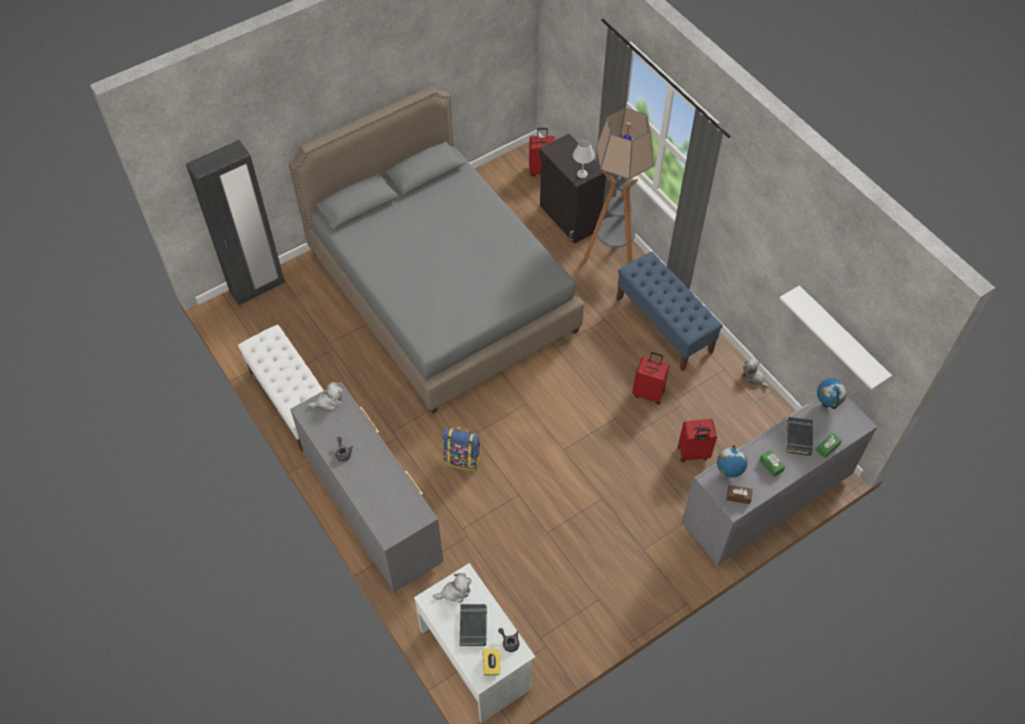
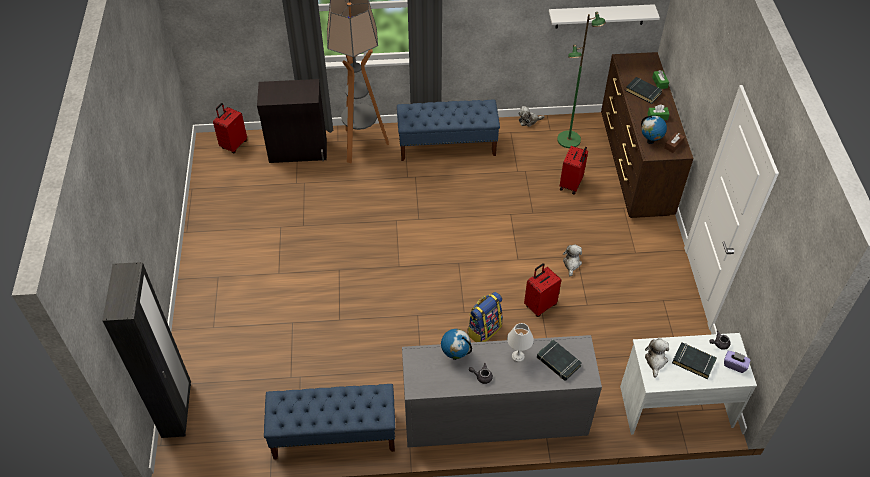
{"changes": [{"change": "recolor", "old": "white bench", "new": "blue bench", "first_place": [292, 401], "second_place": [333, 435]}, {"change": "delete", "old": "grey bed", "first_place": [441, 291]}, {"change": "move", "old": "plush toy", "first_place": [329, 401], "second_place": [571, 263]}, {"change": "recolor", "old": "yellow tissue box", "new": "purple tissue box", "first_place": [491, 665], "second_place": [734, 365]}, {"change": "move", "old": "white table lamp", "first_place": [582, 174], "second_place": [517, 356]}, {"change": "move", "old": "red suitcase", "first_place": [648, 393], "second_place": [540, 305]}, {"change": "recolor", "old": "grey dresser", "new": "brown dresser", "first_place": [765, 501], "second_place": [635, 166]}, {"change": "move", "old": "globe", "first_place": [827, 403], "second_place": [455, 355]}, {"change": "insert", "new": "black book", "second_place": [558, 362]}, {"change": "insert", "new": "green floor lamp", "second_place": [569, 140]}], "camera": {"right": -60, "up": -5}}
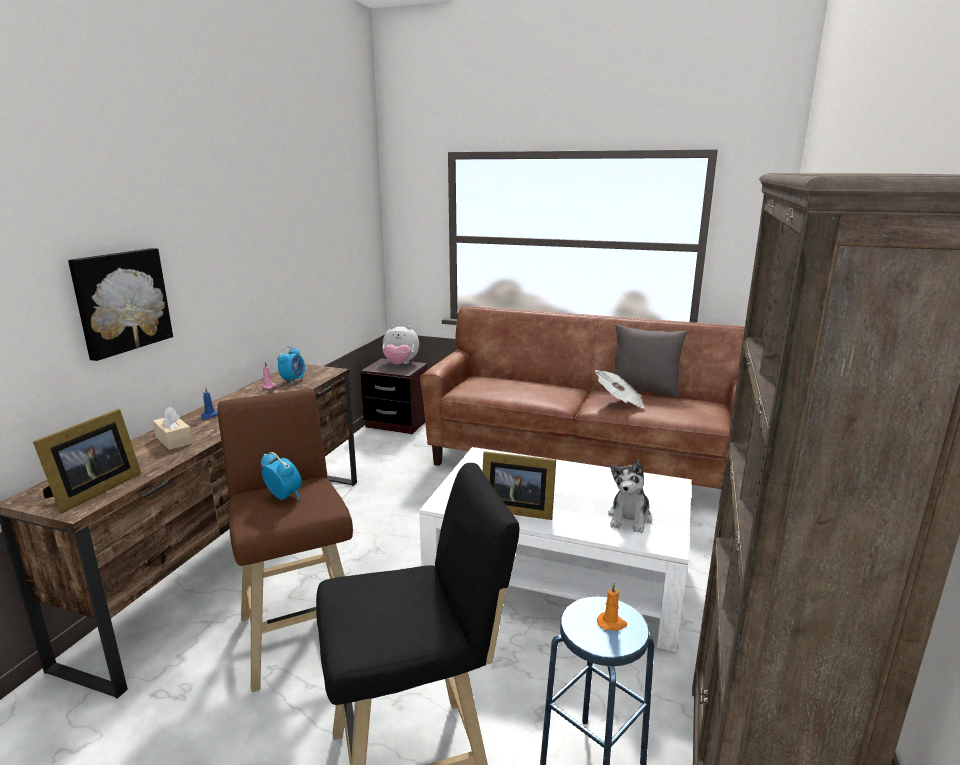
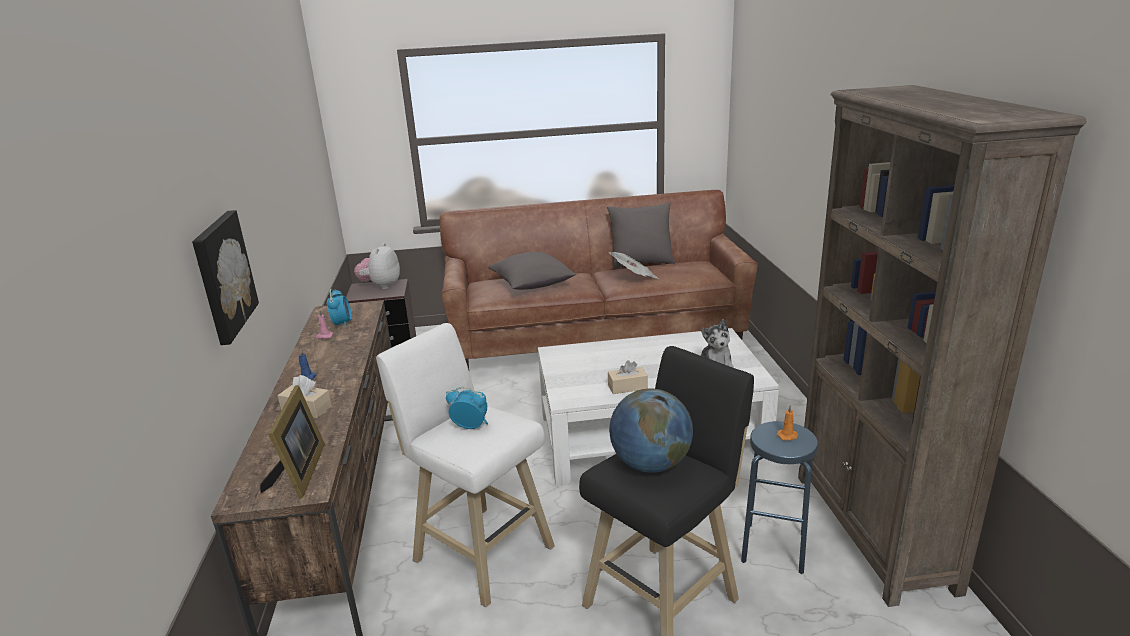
{"changes": [{"change": "recolor", "old": "brown stool", "new": "white stool", "first_place": [300, 631], "second_place": [479, 551]}, {"change": "rotate", "old": "plush toy", "first_place": [400, 364], "second_place": [381, 286], "degrees": 120}, {"change": "replace", "old": "picture frame", "new": "beige tissue box", "first_place": [515, 509], "second_place": [627, 387]}, {"change": "insert", "new": "grey pillow", "second_place": [532, 284]}, {"change": "insert", "new": "globe", "second_place": [650, 464]}], "camera": {"right": -25, "up": 5}}
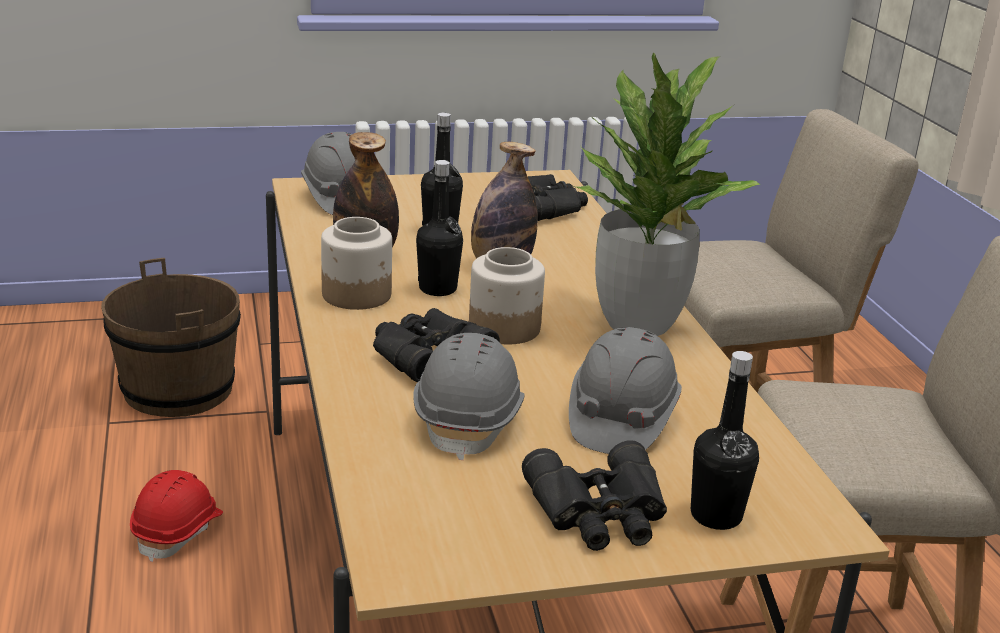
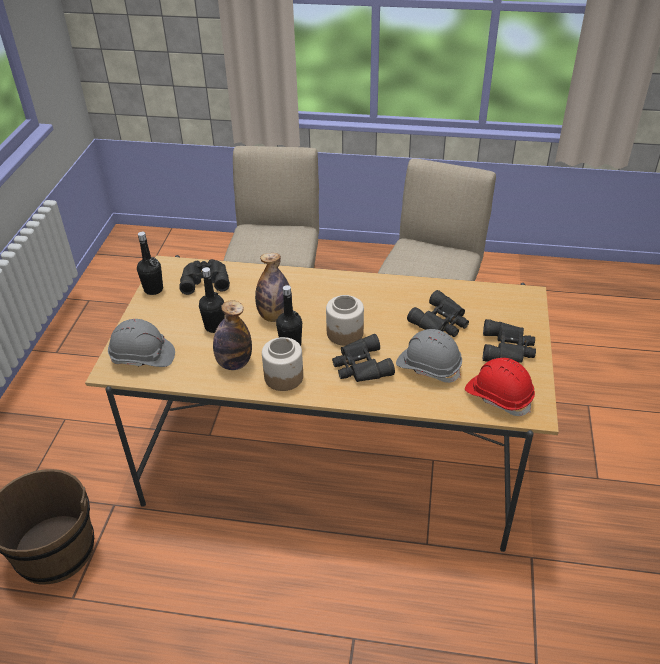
{"changes": [{"change": "move", "old": "red hard hat", "first_place": [178, 531], "second_place": [498, 396]}, {"change": "replace", "old": "grey hard hat", "new": "black binoculars", "first_place": [620, 419], "second_place": [441, 322]}, {"change": "delete", "old": "potted plant", "first_place": [638, 322]}, {"change": "move", "old": "black bottle", "first_place": [716, 516], "second_place": [153, 289]}], "camera": {"right": -65, "up": 15}}
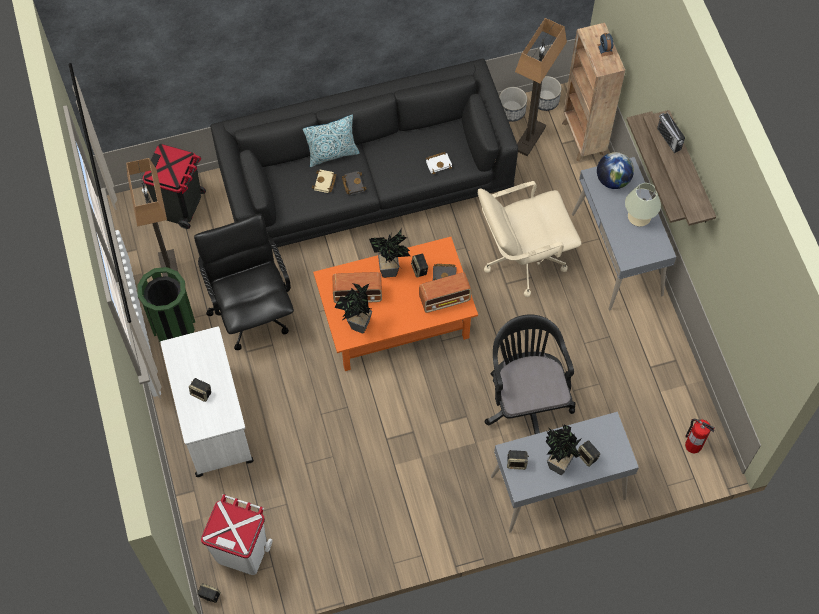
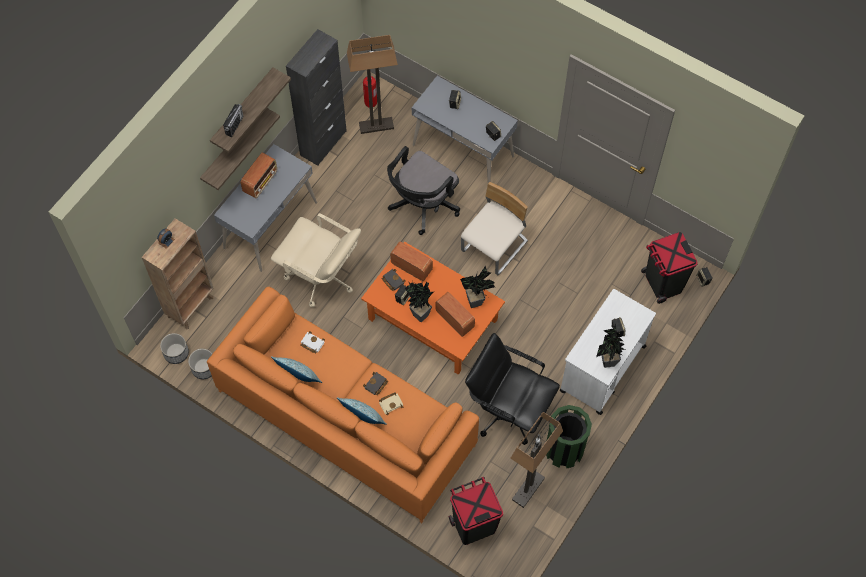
{"changes": [{"change": "rotate", "old": "black office chair", "first_place": [252, 310], "second_place": [508, 410], "degrees": 90}, {"change": "recolor", "old": "white trash can", "new": "black trash can", "first_place": [242, 552], "second_place": [662, 284]}, {"change": "recolor", "old": "black sofa", "new": "orange sofa", "first_place": [366, 182], "second_place": [346, 417]}, {"change": "move", "old": "floor lamp", "first_place": [530, 138], "second_place": [376, 126]}, {"change": "move", "old": "potted plant", "first_place": [556, 463], "second_place": [607, 363]}, {"change": "delete", "old": "globe", "first_place": [613, 180]}, {"change": "replace", "old": "beige table lamp", "new": "radio", "first_place": [639, 217], "second_place": [260, 181]}, {"change": "insert", "new": "pillow", "second_place": [298, 377]}, {"change": "insert", "new": "black cabinet", "second_place": [323, 143]}, {"change": "insert", "new": "beige chair", "second_place": [495, 247]}], "camera": {"right": -130, "up": 0}}
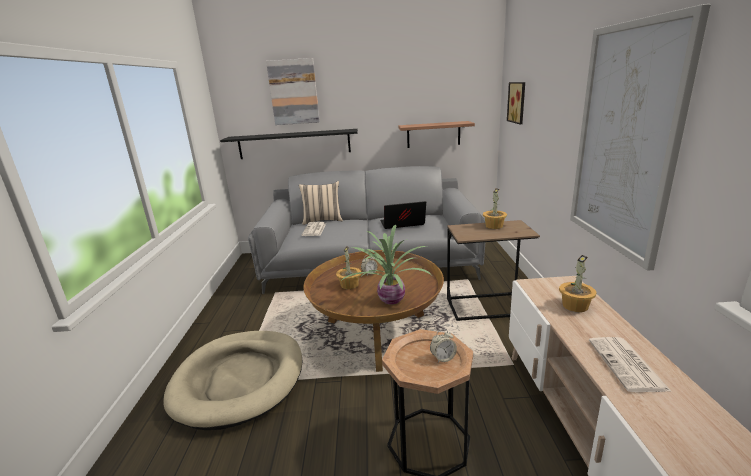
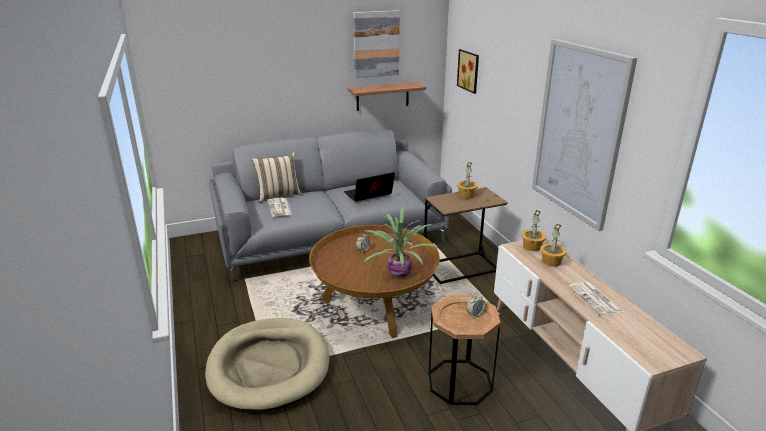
{"changes": [{"change": "delete", "old": "black shelf", "first_place": [294, 144]}, {"change": "move", "old": "picture", "first_place": [294, 92], "second_place": [376, 44]}, {"change": "move", "old": "potted plant", "first_place": [350, 285], "second_place": [532, 246]}], "camera": {"right": -20, "up": 5}}
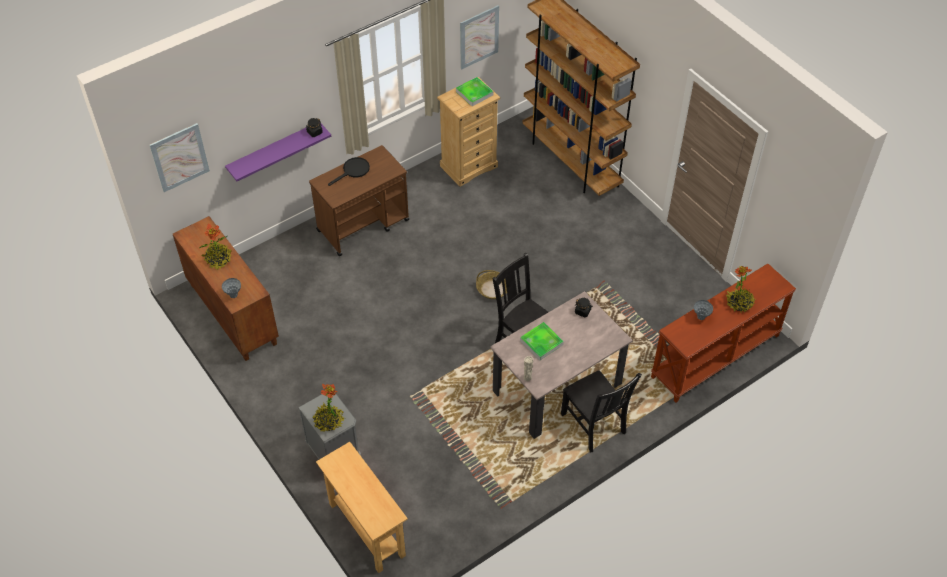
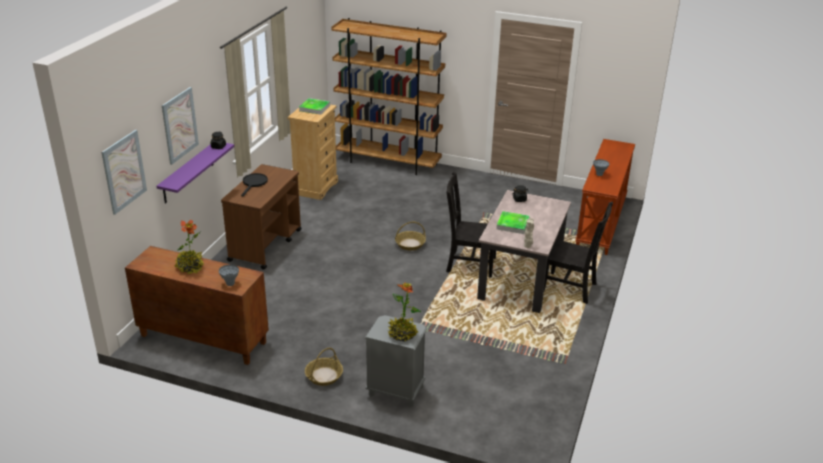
{"changes": [{"change": "delete", "old": "beige console table", "first_place": [367, 529]}, {"change": "move", "old": "picture", "first_place": [479, 37], "second_place": [180, 125]}, {"change": "delete", "old": "potted plant", "first_place": [739, 303]}, {"change": "insert", "new": "basket", "second_place": [324, 376]}], "camera": {"right": -35, "up": -20}}
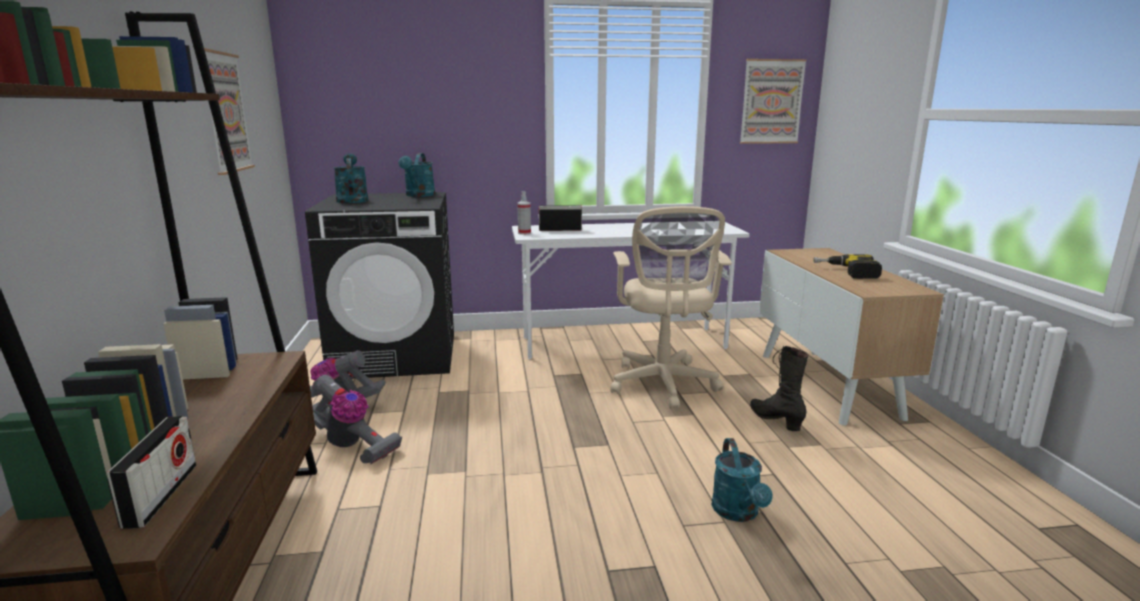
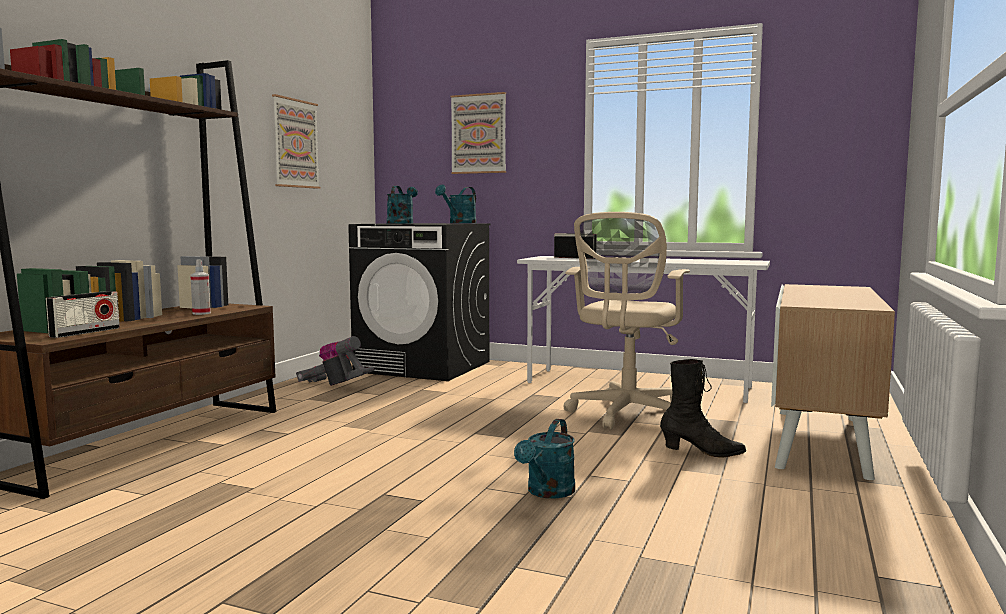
{"changes": [{"change": "delete", "old": "vacuum cleaner", "first_place": [351, 445]}, {"change": "move", "old": "spray bottle", "first_place": [524, 233], "second_place": [201, 313]}, {"change": "move", "old": "picture", "first_place": [771, 102], "second_place": [479, 134]}, {"change": "rotate", "old": "black boot", "first_place": [775, 420], "second_place": [702, 452], "degrees": 90}, {"change": "delete", "old": "power drill", "first_place": [846, 272]}], "camera": {"right": 30, "up": -10}}
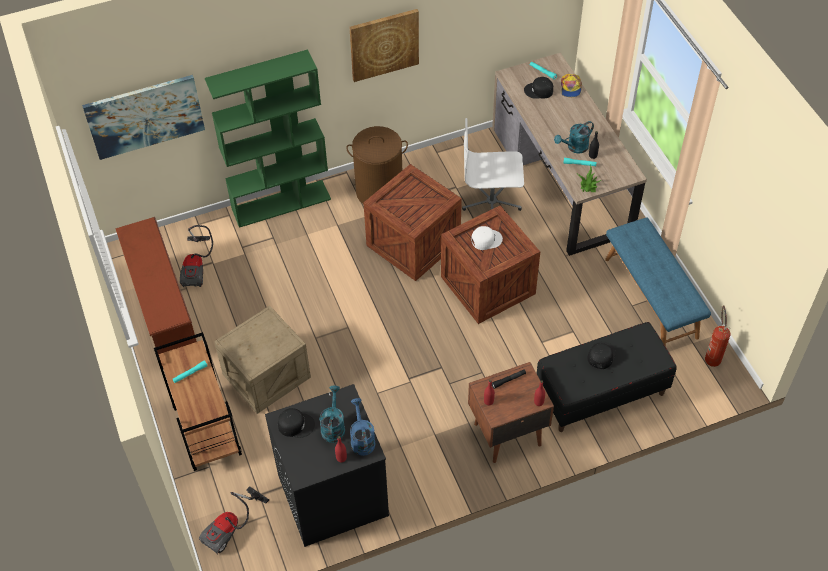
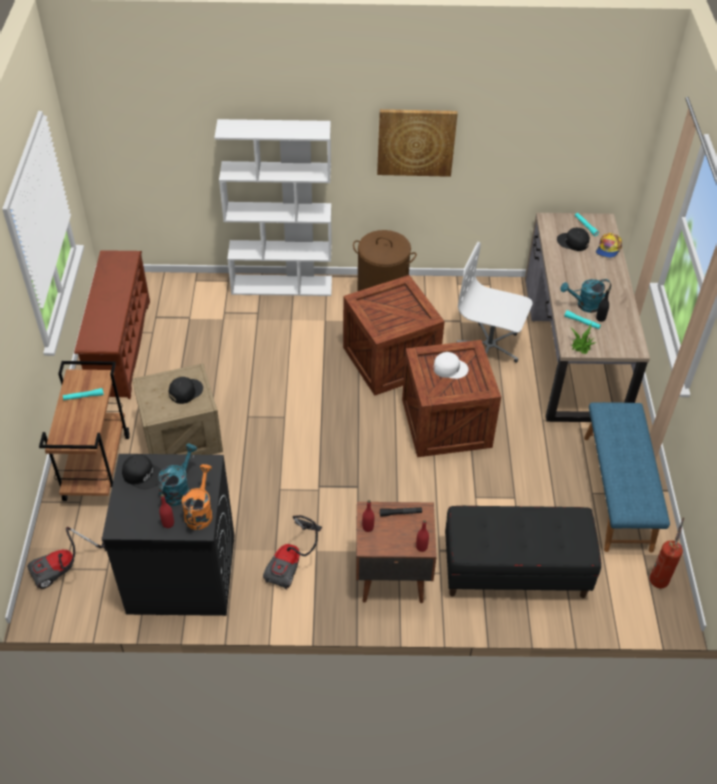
{"changes": [{"change": "delete", "old": "picture", "first_place": [145, 116]}, {"change": "move", "old": "vacuum cleaner", "first_place": [197, 267], "second_place": [292, 562]}, {"change": "recolor", "old": "green bookcase", "new": "white bookcase", "first_place": [281, 203], "second_place": [282, 285]}, {"change": "recolor", "old": "blue watering can", "new": "orange watering can", "first_place": [362, 439], "second_place": [200, 512]}, {"change": "move", "old": "black cap", "first_place": [600, 355], "second_place": [185, 391]}], "camera": {"right": 20, "up": -5}}
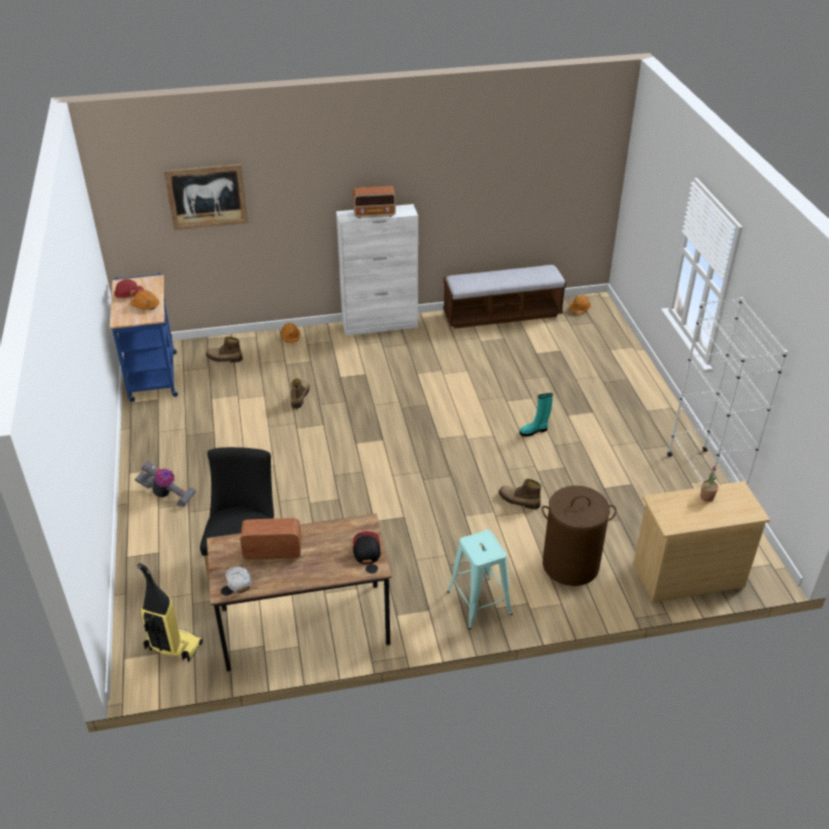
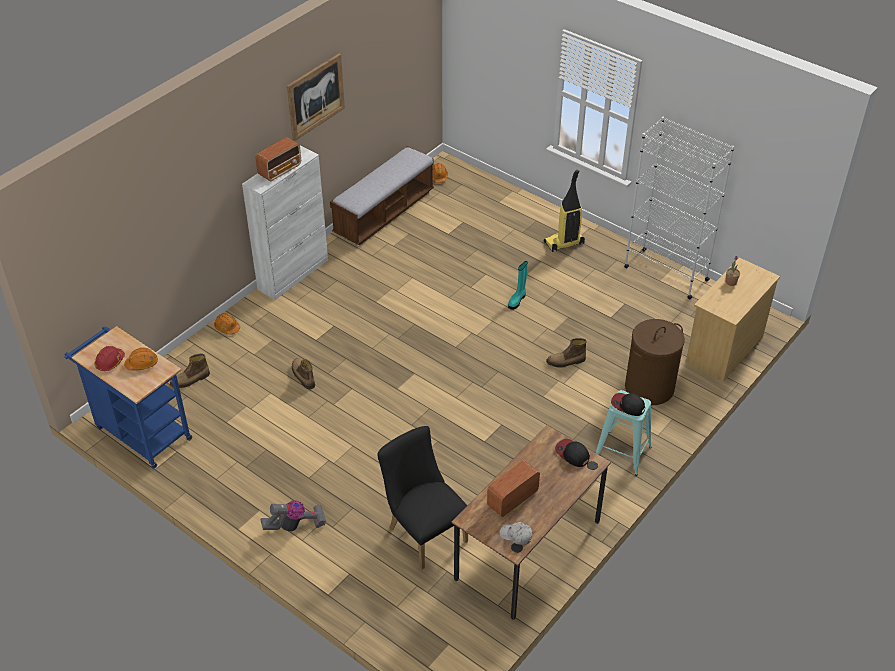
{"changes": [{"change": "move", "old": "vacuum cleaner", "first_place": [172, 646], "second_place": [564, 243]}, {"change": "move", "old": "picture", "first_place": [207, 196], "second_place": [315, 96]}, {"change": "insert", "new": "cap", "second_place": [627, 405]}], "camera": {"right": -40, "up": 5}}
